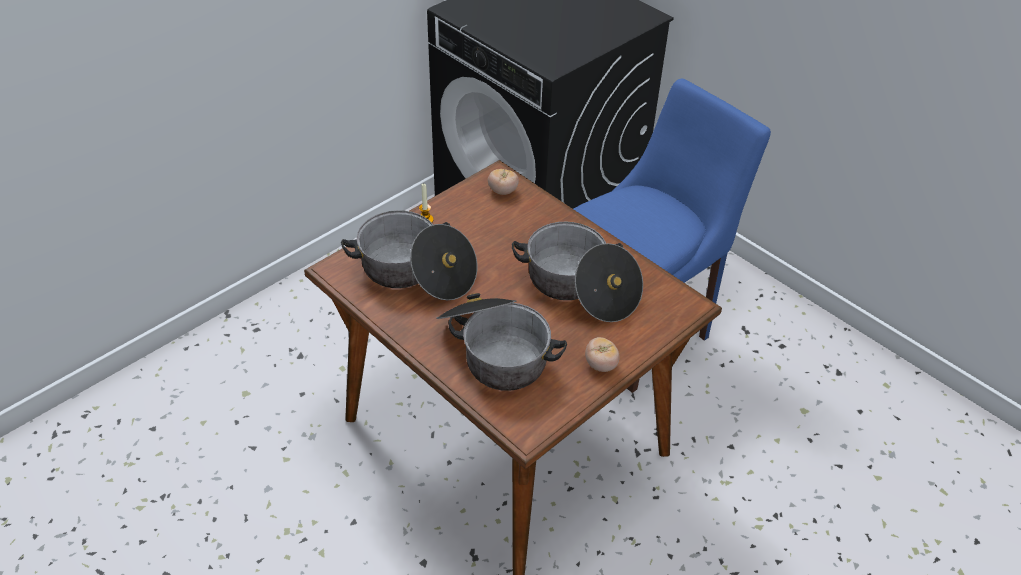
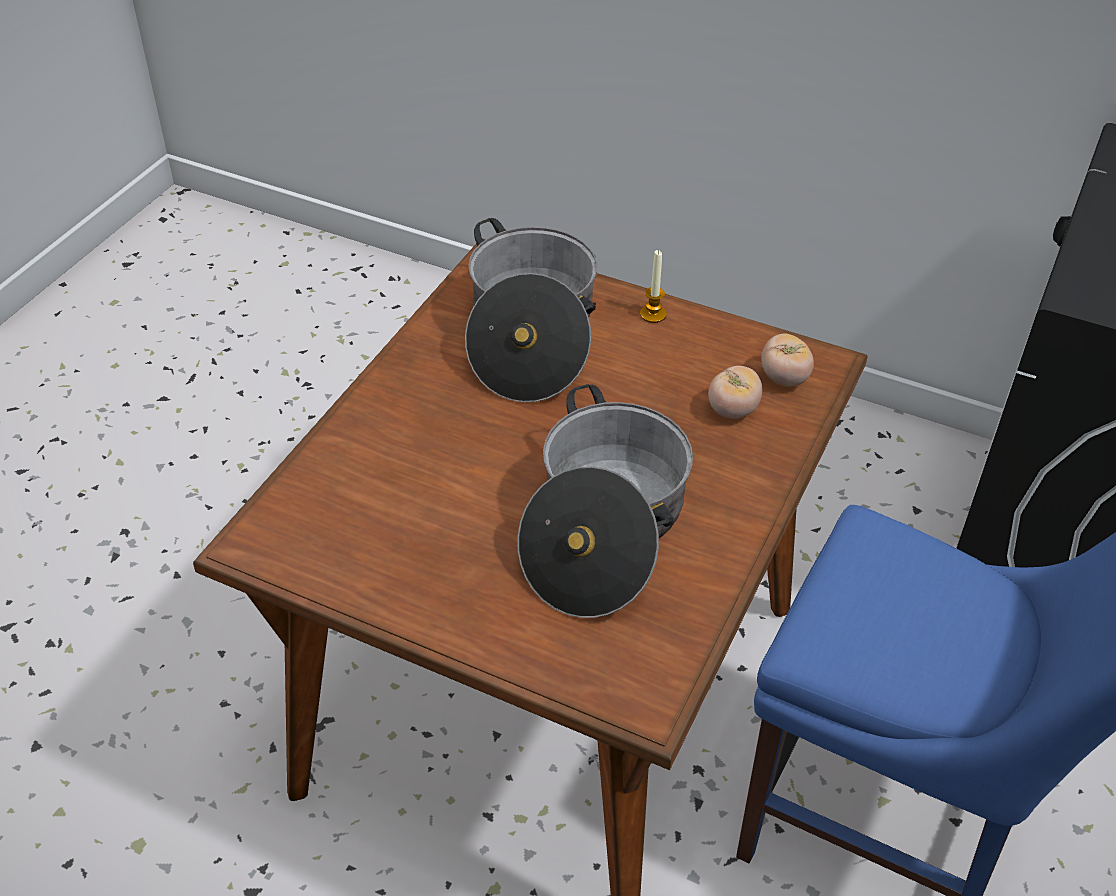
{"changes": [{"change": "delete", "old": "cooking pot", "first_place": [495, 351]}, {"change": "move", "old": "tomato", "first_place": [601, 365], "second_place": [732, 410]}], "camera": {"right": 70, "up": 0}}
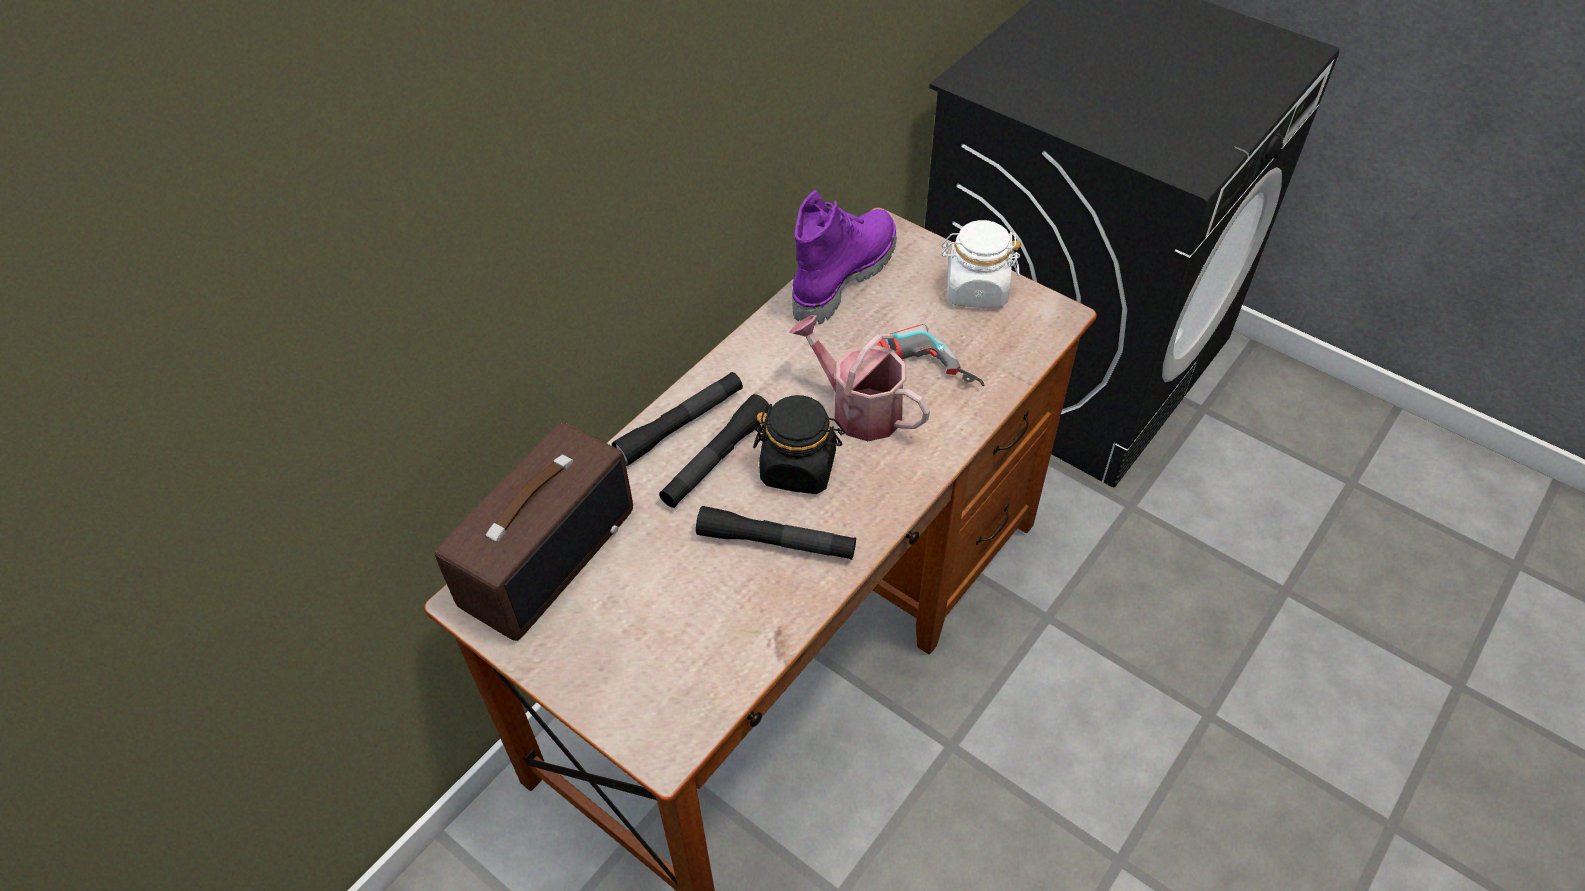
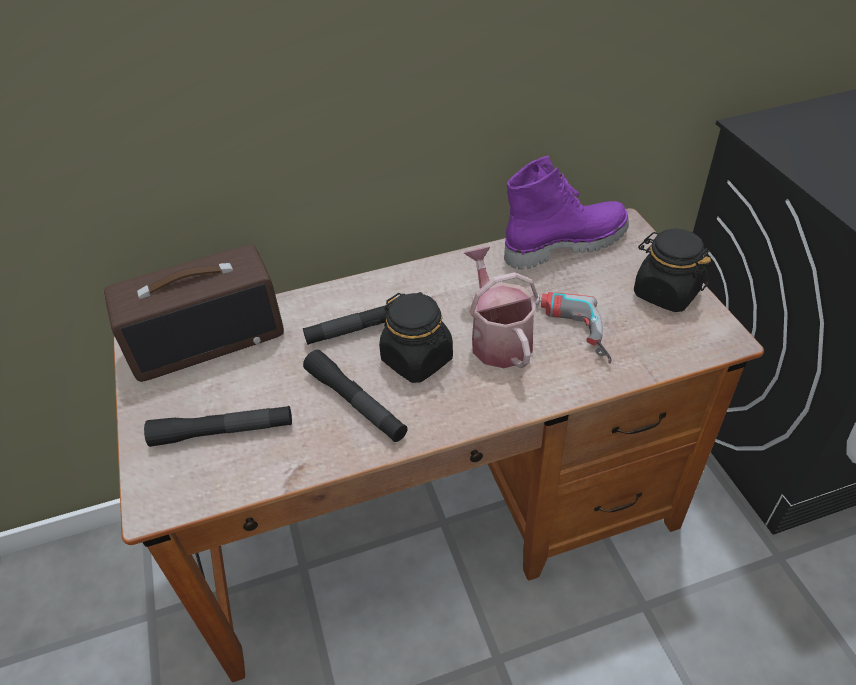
{"changes": [{"change": "move", "old": "black flashlight", "first_place": [680, 425], "second_place": [223, 432]}, {"change": "recolor", "old": "white jar", "new": "black jar", "first_place": [976, 290], "second_place": [665, 293]}], "camera": {"right": 35, "up": -5}}
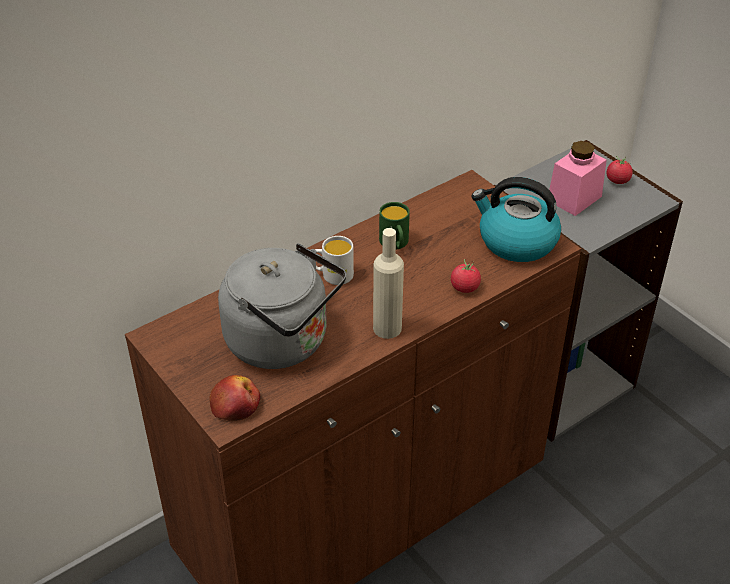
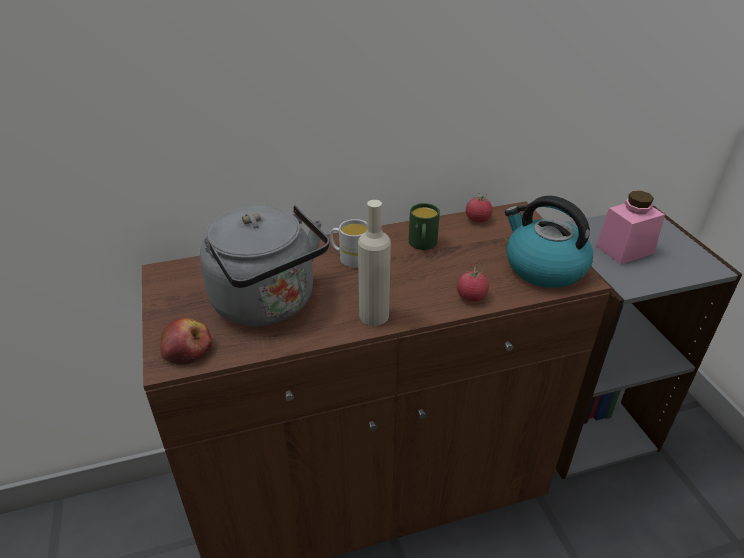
{"changes": [{"change": "move", "old": "tomato", "first_place": [617, 180], "second_place": [477, 219]}], "camera": {"right": 20, "up": -5}}
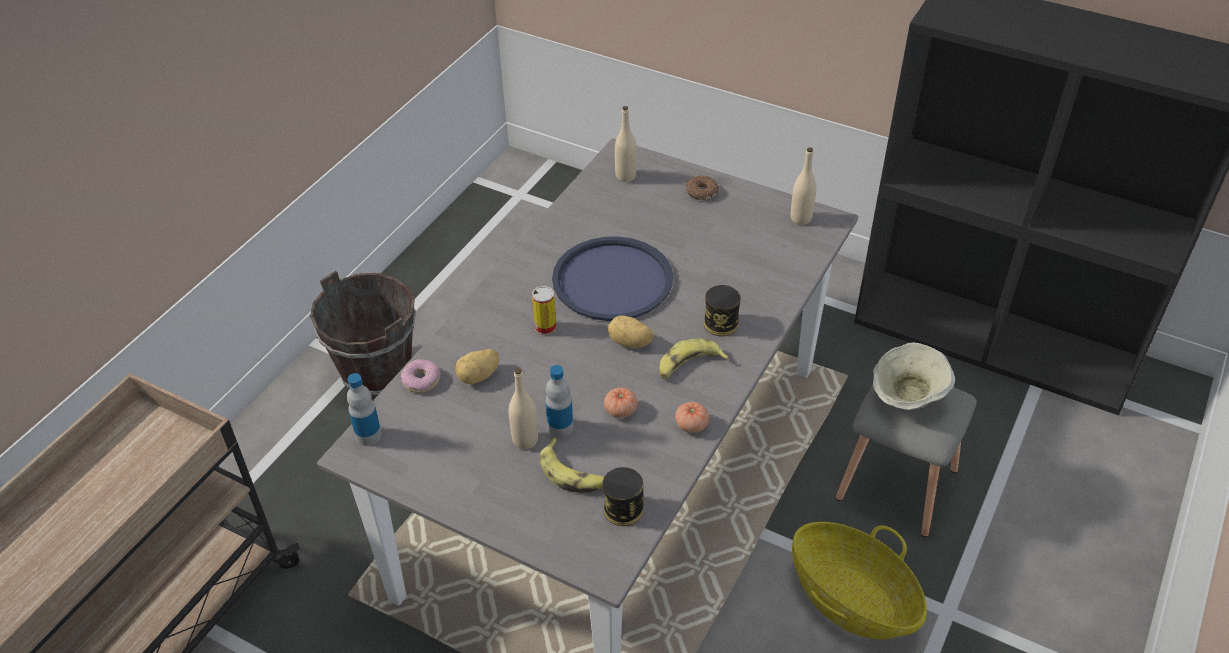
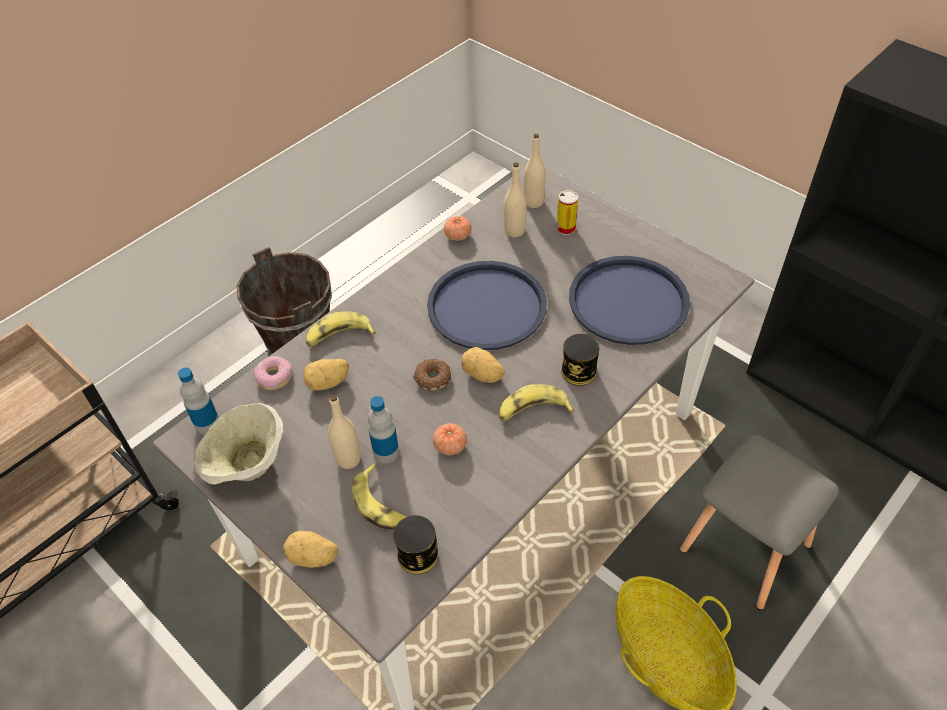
{"changes": [{"change": "move", "old": "can", "first_place": [545, 327], "second_place": [565, 228]}, {"change": "move", "old": "tomato", "first_place": [691, 425], "second_place": [458, 235]}, {"change": "move", "old": "donut", "first_place": [701, 192], "second_place": [432, 378]}, {"change": "move", "old": "beige bottle", "first_place": [801, 218], "second_place": [514, 231]}, {"change": "move", "old": "beige bowl", "first_place": [907, 398], "second_place": [247, 464]}, {"change": "insert", "new": "potato", "second_place": [313, 558]}, {"change": "insert", "new": "banana", "second_place": [339, 336]}, {"change": "insert", "new": "blue tray", "second_place": [628, 301]}], "camera": {"right": 15, "up": 5}}
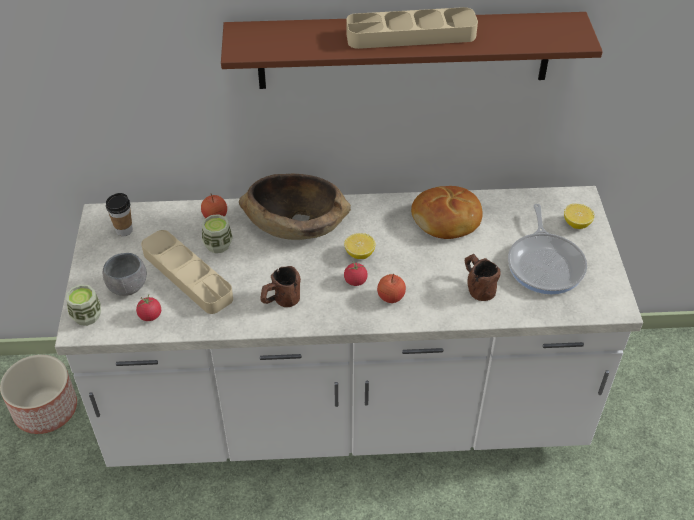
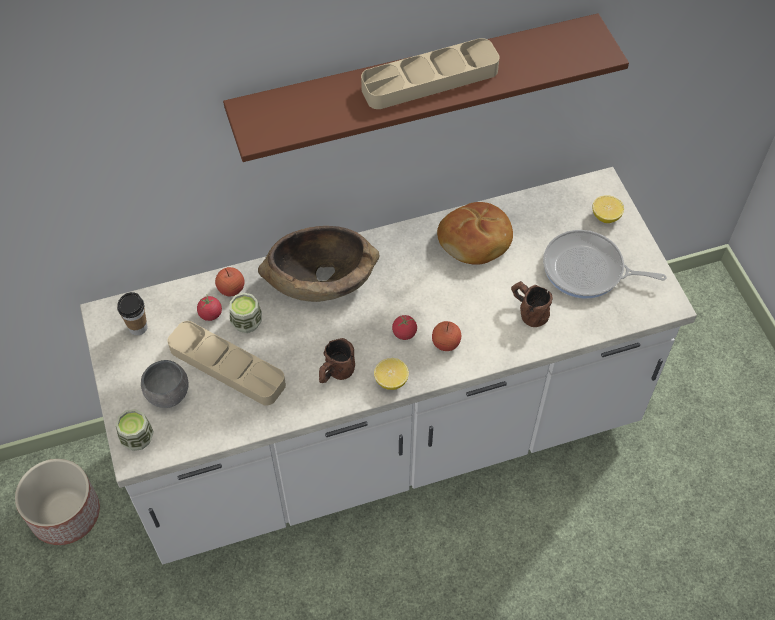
{"changes": [{"change": "move", "old": "tomato", "first_place": [150, 315], "second_place": [210, 314]}, {"change": "move", "old": "lemon", "first_place": [359, 254], "second_place": [391, 380]}, {"change": "rotate", "old": "frying pan", "first_place": [545, 264], "second_place": [587, 270], "degrees": 120}], "camera": {"right": -15, "up": 10}}
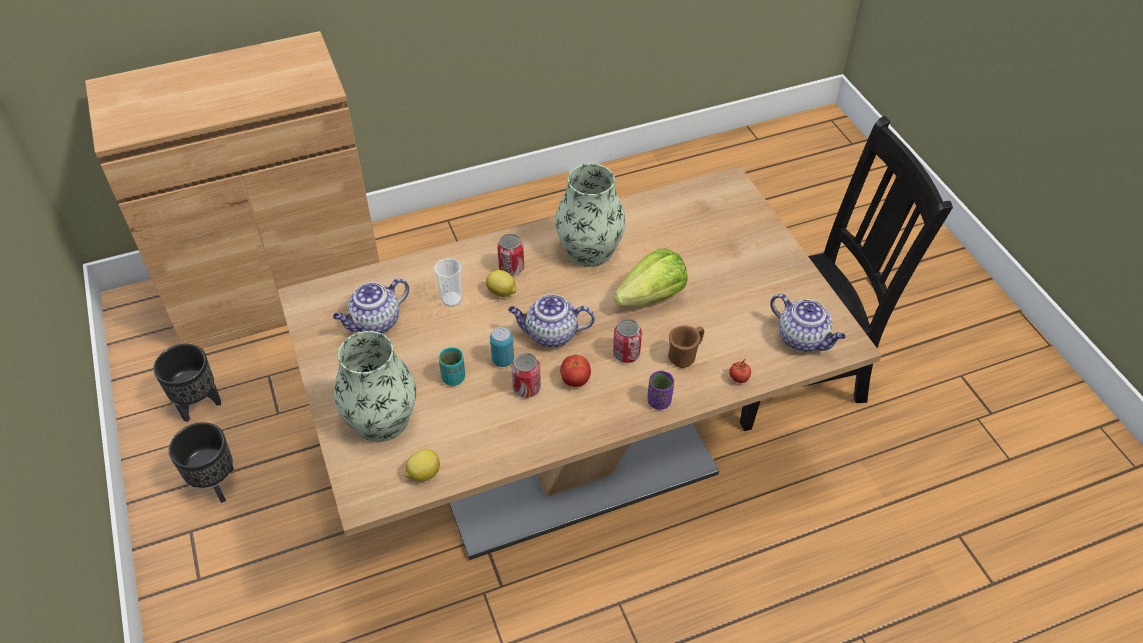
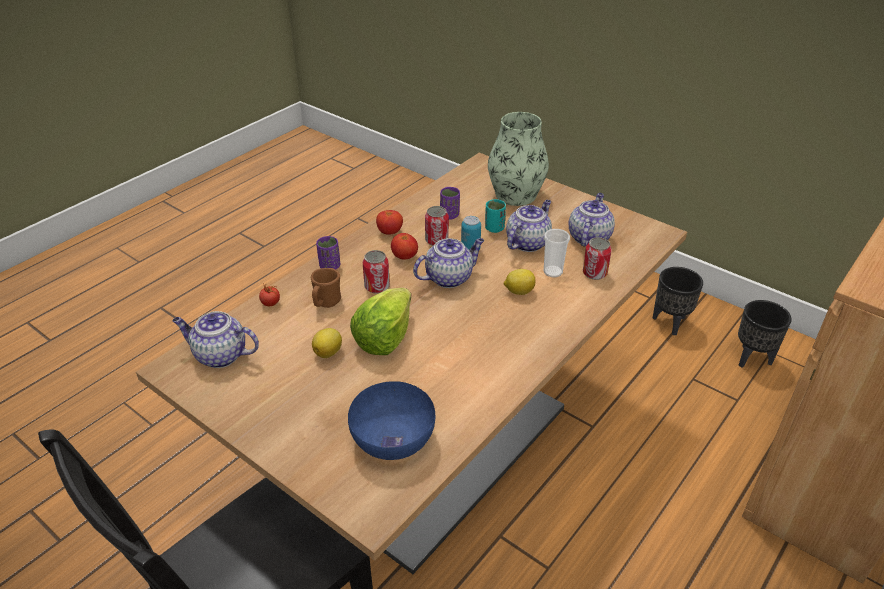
{"changes": [{"change": "move", "old": "lemon", "first_place": [423, 474], "second_place": [329, 352]}, {"change": "move", "old": "can", "first_place": [511, 268], "second_place": [594, 273]}, {"change": "delete", "old": "vase", "first_place": [589, 249]}, {"change": "insert", "new": "blue bowl", "second_place": [394, 439]}, {"change": "insert", "new": "tomato", "second_place": [390, 232]}, {"change": "insert", "new": "purple cup", "second_place": [449, 215]}, {"change": "insert", "new": "teapot", "second_place": [527, 242]}], "camera": {"right": 150, "up": -10}}
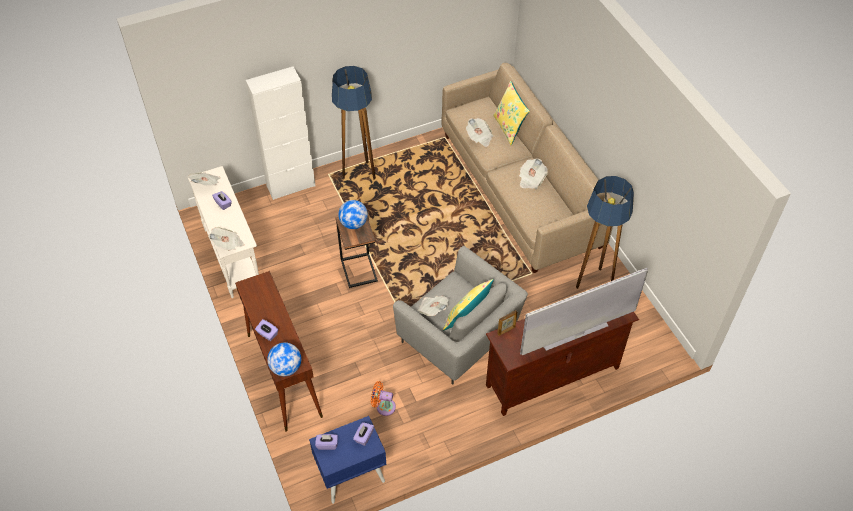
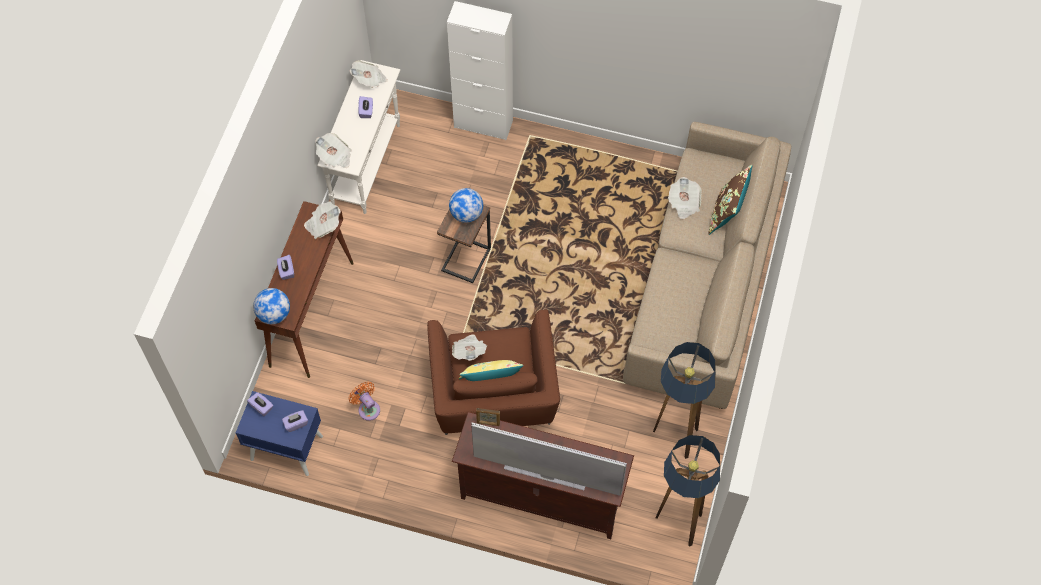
{"changes": [{"change": "move", "old": "floor lamp", "first_place": [358, 174], "second_place": [677, 524]}, {"change": "recolor", "old": "grey armchair", "new": "brown armchair", "first_place": [459, 338], "second_place": [493, 395]}, {"change": "recolor", "old": "yellow pillow", "new": "brown pillow", "first_place": [509, 128], "second_place": [726, 213]}, {"change": "move", "old": "newspaper", "first_place": [531, 179], "second_place": [323, 225]}], "camera": {"right": 40, "up": 10}}
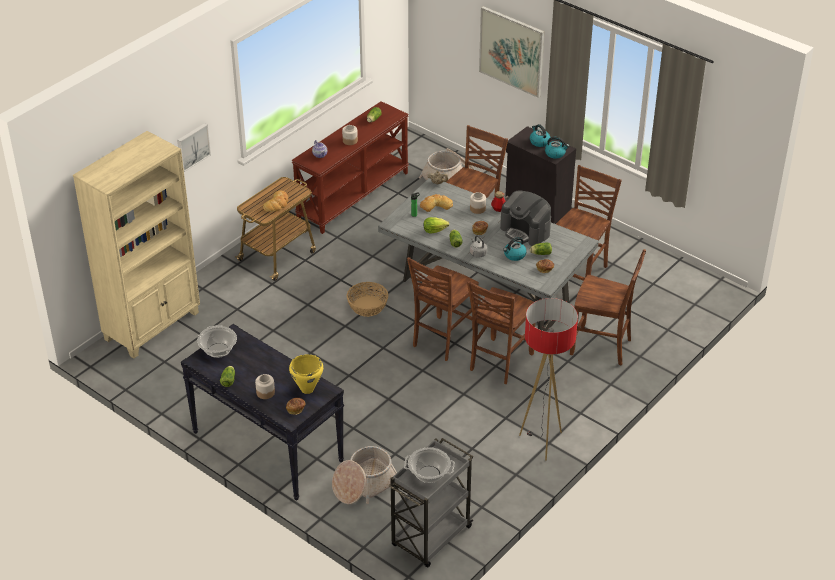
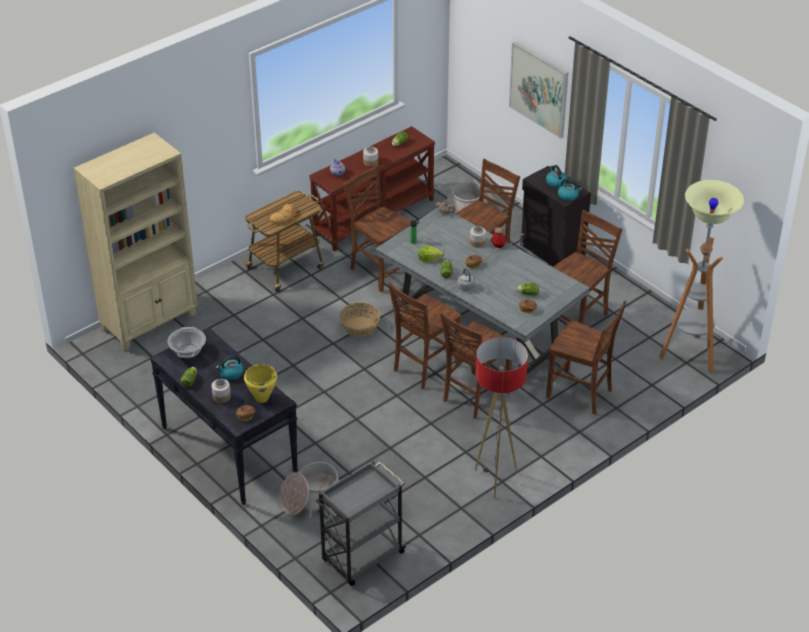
{"changes": [{"change": "delete", "old": "picture", "first_place": [192, 146]}, {"change": "delete", "old": "cooking pot", "first_place": [429, 474]}, {"change": "delete", "old": "bread", "first_place": [436, 205]}, {"change": "delete", "old": "coffee machine", "first_place": [525, 231]}, {"change": "move", "old": "kettle", "first_place": [514, 255], "second_place": [231, 374]}, {"change": "insert", "new": "brown chair", "second_place": [379, 271]}, {"change": "insert", "new": "floor lamp", "second_place": [689, 355]}], "camera": {"right": 10, "up": 0}}
